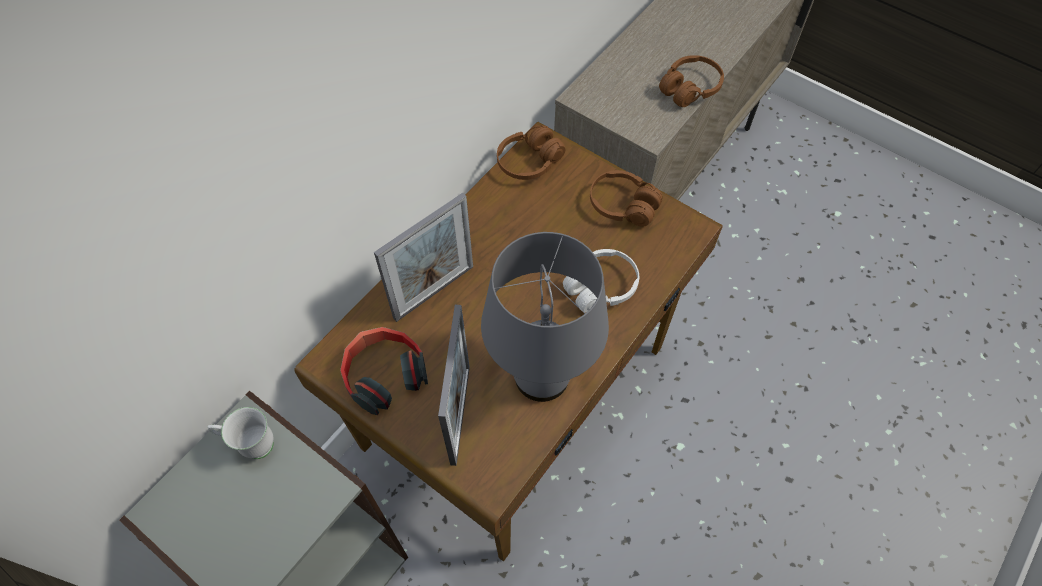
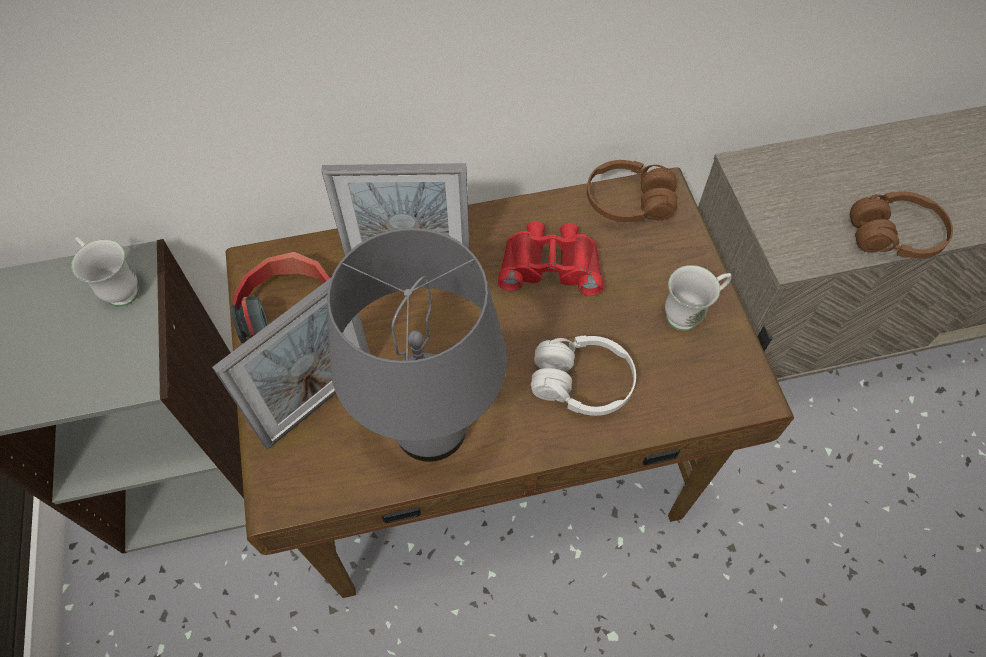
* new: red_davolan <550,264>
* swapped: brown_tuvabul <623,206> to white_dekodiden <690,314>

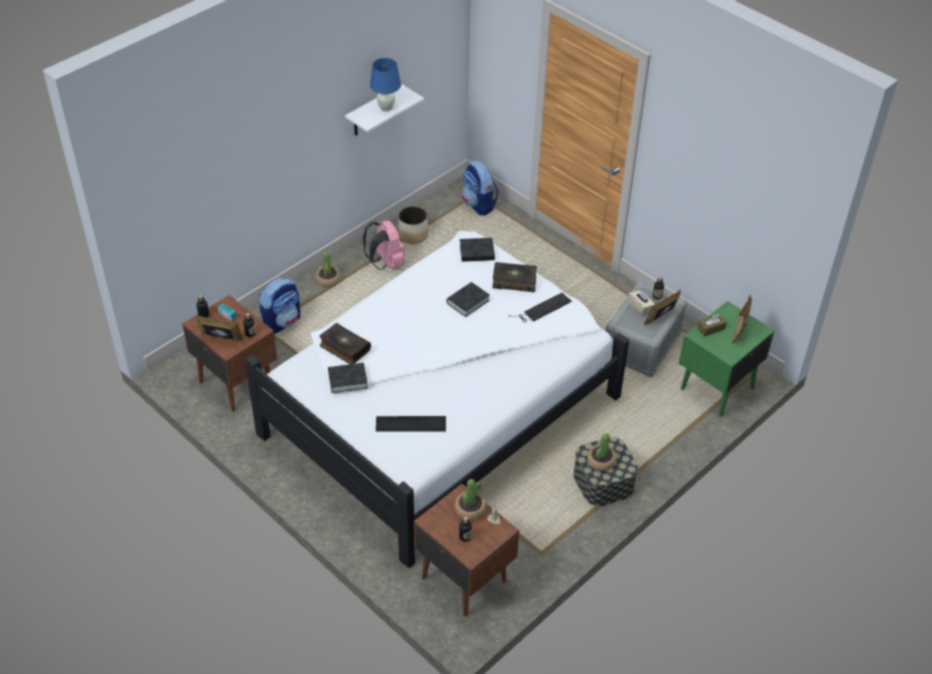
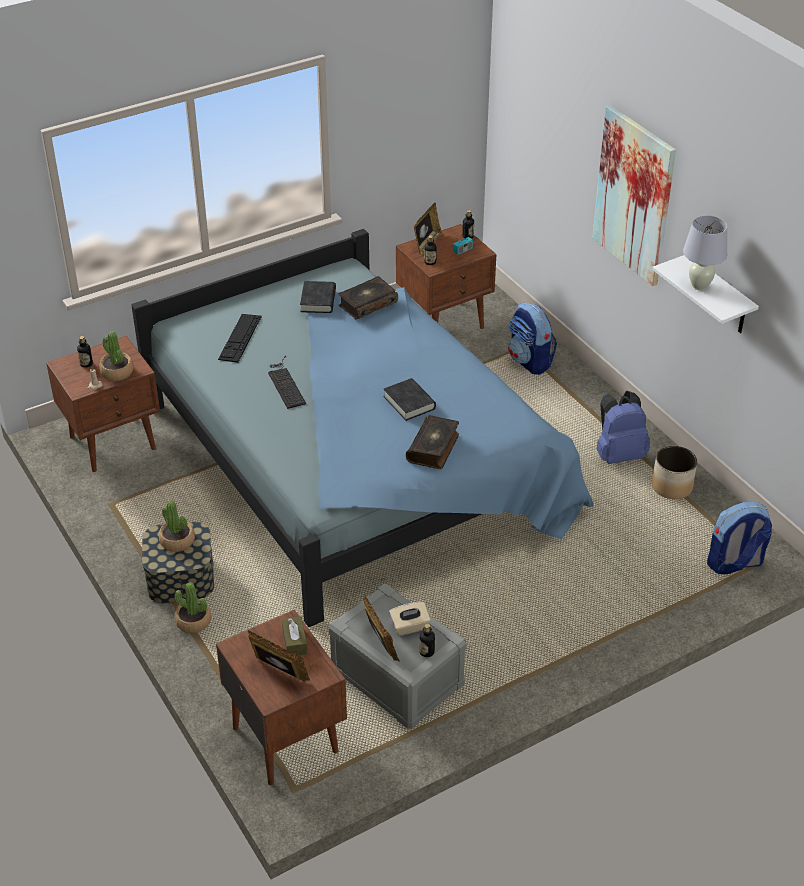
* repainted: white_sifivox <439,405> to blue_sifivox <357,463>
* shifted: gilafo <328,280> to <193,621>
* repainted: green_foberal <716,388> to brown_foberal <285,738>
* shifted: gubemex <542,309> to <285,383>
* new: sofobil <634,195>
* repainted: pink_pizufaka <386,263> to blue_pizufaka <618,454>
* repainted: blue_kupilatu <386,108> to white_kupilatu <699,285>
* gone: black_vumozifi <477,253>

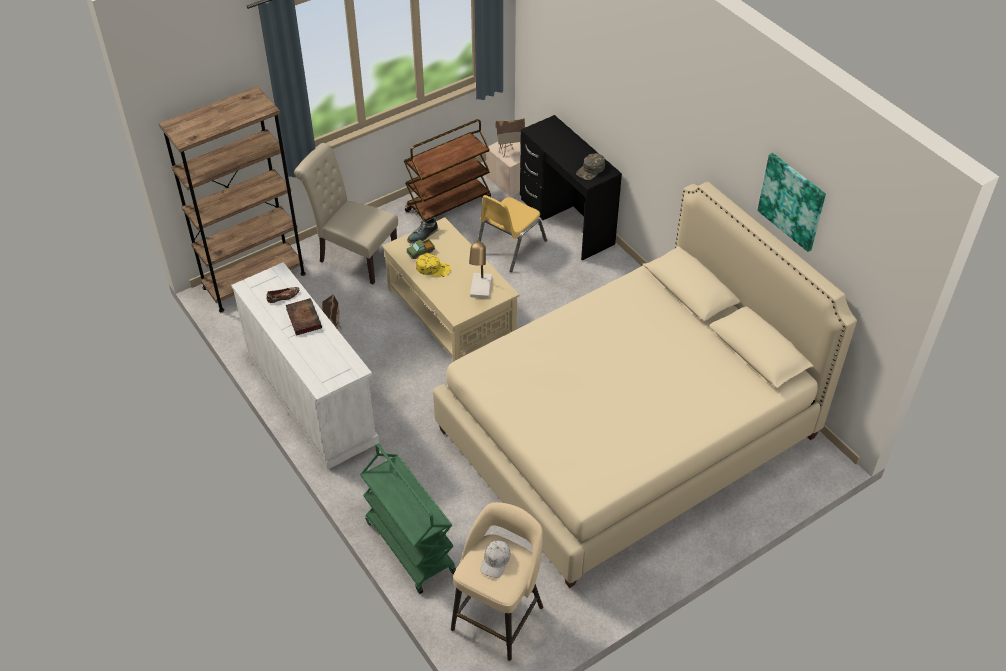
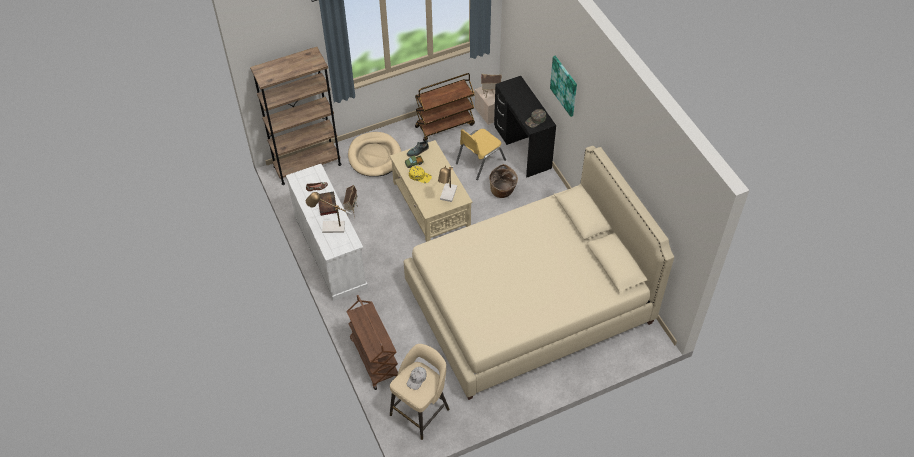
* new: kupilatu <330,228>
* repainted: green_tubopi <409,546> to brown_tubopi <374,358>
* swapped: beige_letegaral <353,257> to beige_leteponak <375,156>
* new: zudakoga <502,191>
* shifted: sofobil <792,201> to <564,85>

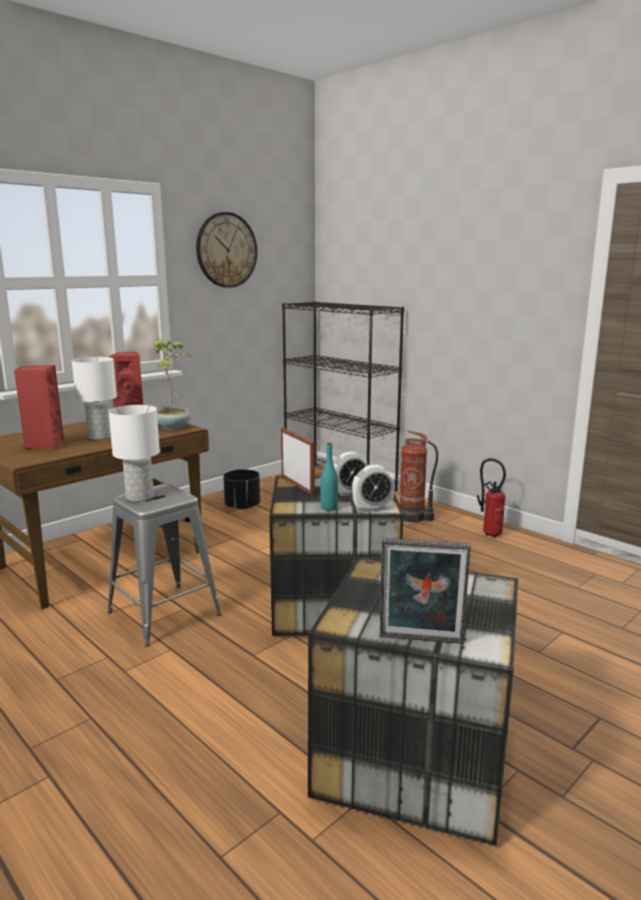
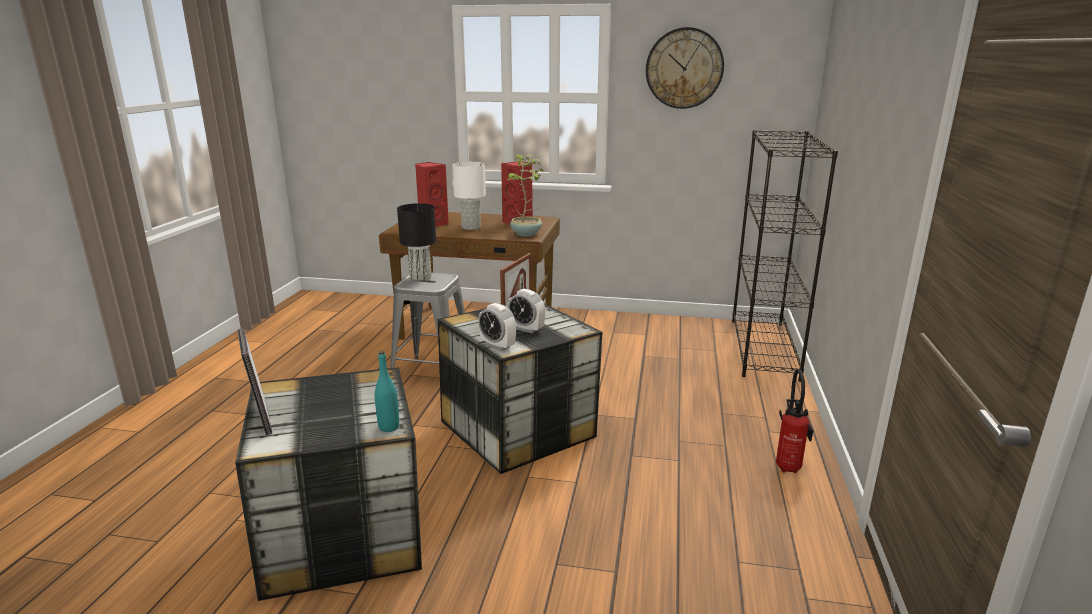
* shifted: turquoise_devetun <329,508> to <389,427>
* repainted: white_kupilatu <139,497> to black_kupilatu <420,277>
* gone: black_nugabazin <243,507>
* gone: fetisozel <413,517>

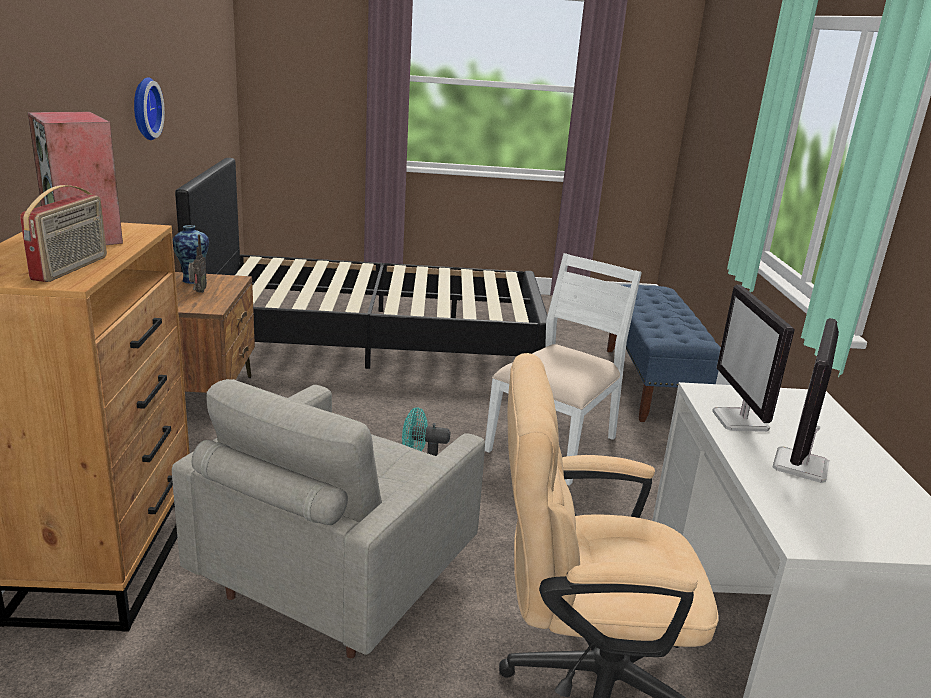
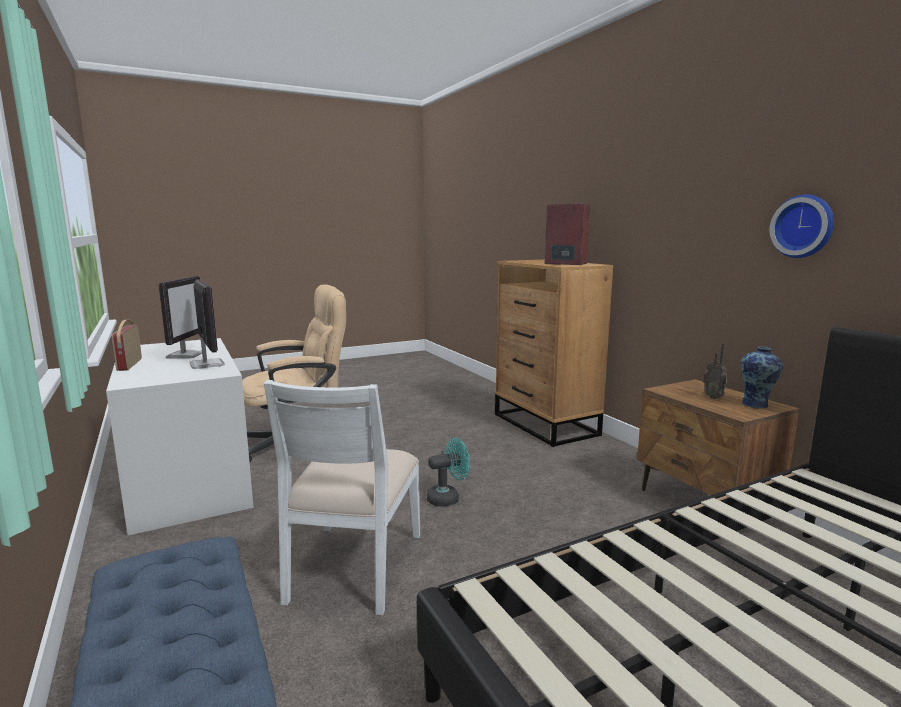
* shifted: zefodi <71,268> to <129,364>
* gone: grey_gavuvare <333,581>

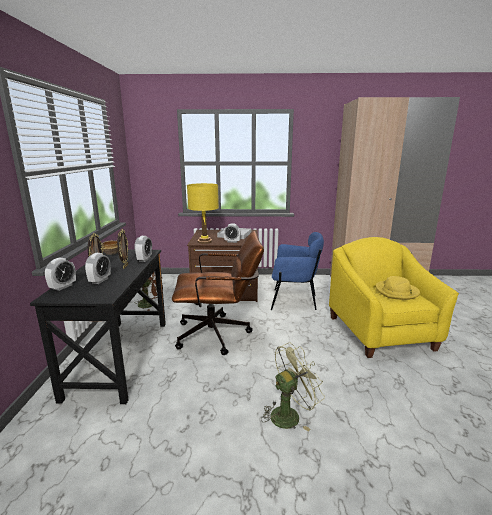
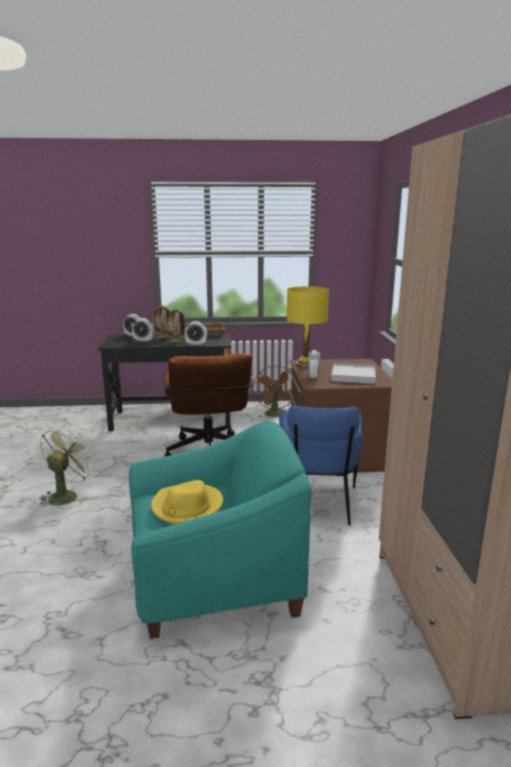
* rotated: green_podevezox <289,414> = <66,495> 120 degrees counterclockwise
* repainted: yellow_gavuvare <381,333> to turquoise_gavuvare <215,582>

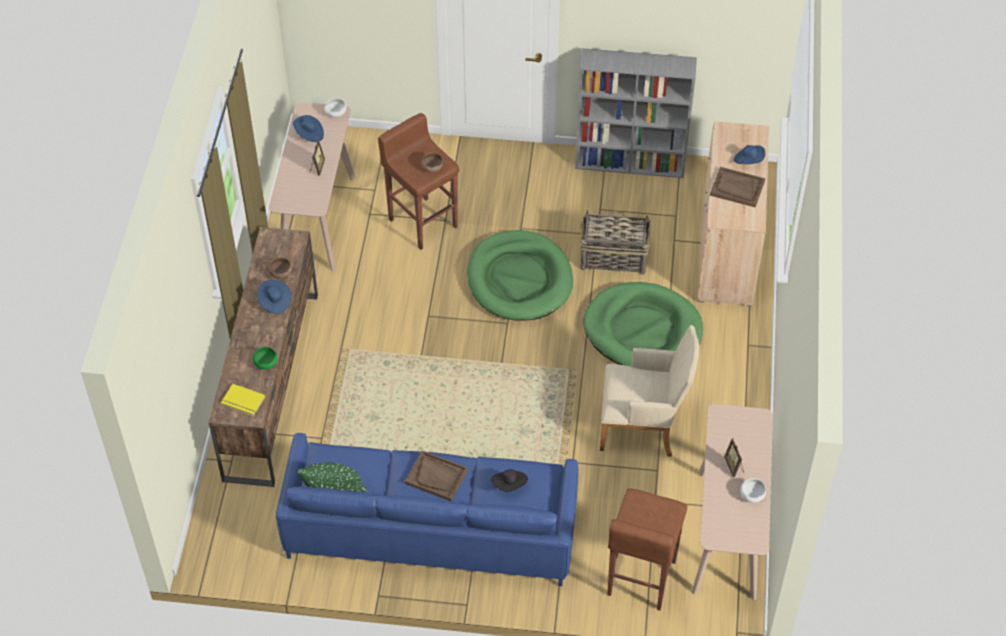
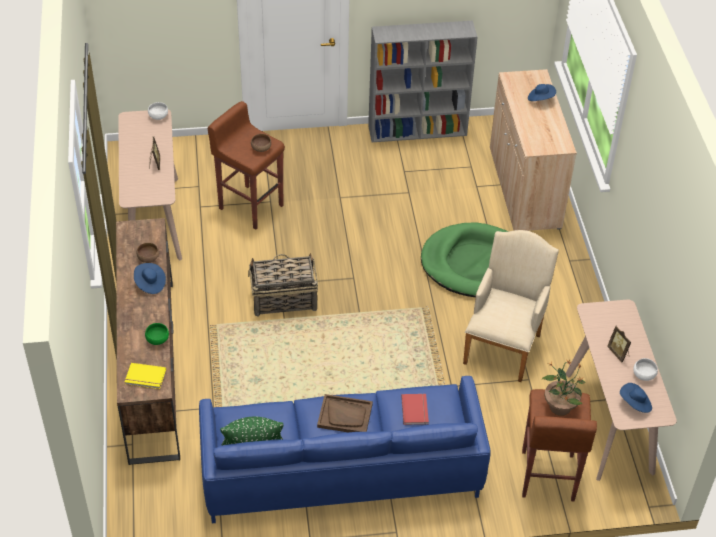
* shifted: zudakoga <612,257> to <283,299>
* swapped: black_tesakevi <510,485> to red_vumozifi <416,410>
* rotated: beige_gavuvare <643,427> = <504,345> 60 degrees counterclockwise
* new: gilafo <560,406>
* shifted: blue_tesakevi <309,134> to <635,404>
* gone: green_leteponak <519,279>
* gone: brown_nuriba <737,188>

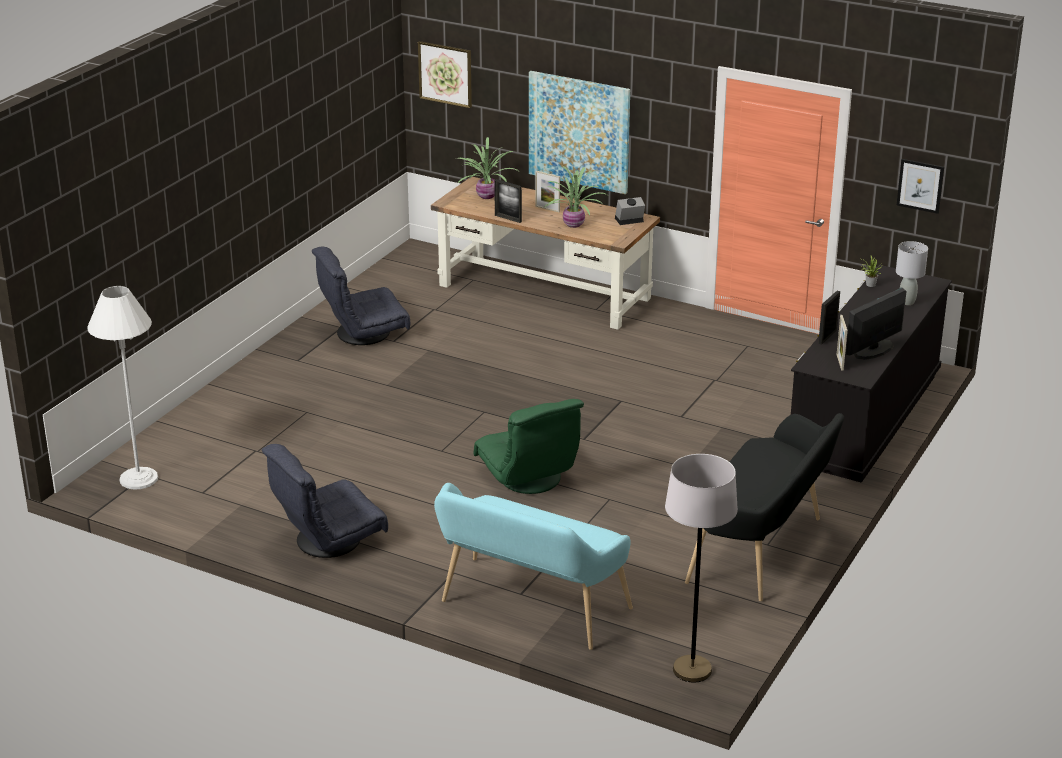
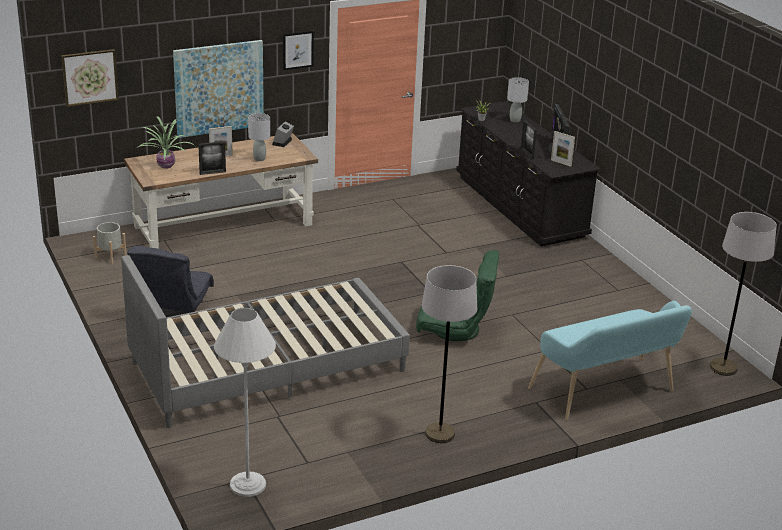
* new: grey_nugabazin <110,256>
* new: grey_sifivox <268,367>
* swapped: gilafo <573,225> to grey_kupilatu <259,159>
* shifted: sofobil <920,185> to <297,50>
* swapped: grey_gavuvare <328,540> to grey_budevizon <440,434>
* gone: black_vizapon <762,551>

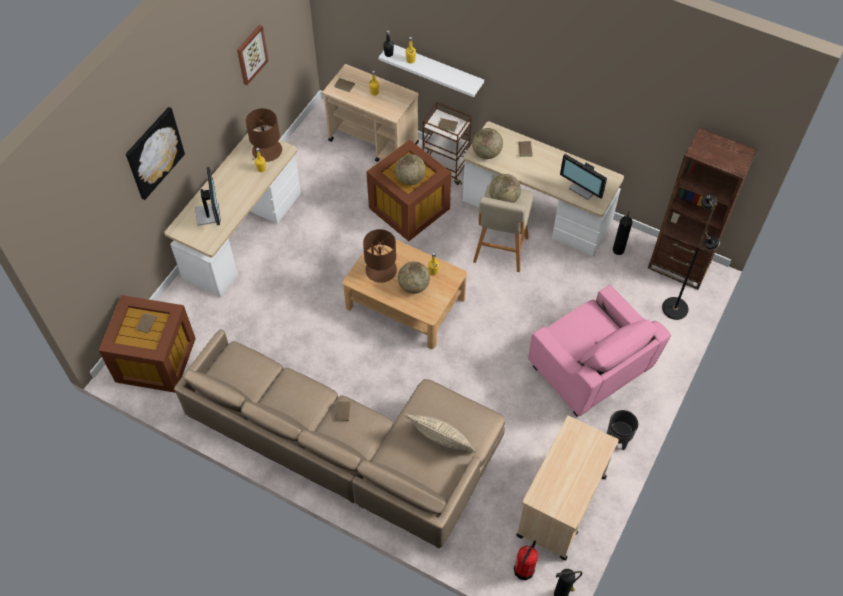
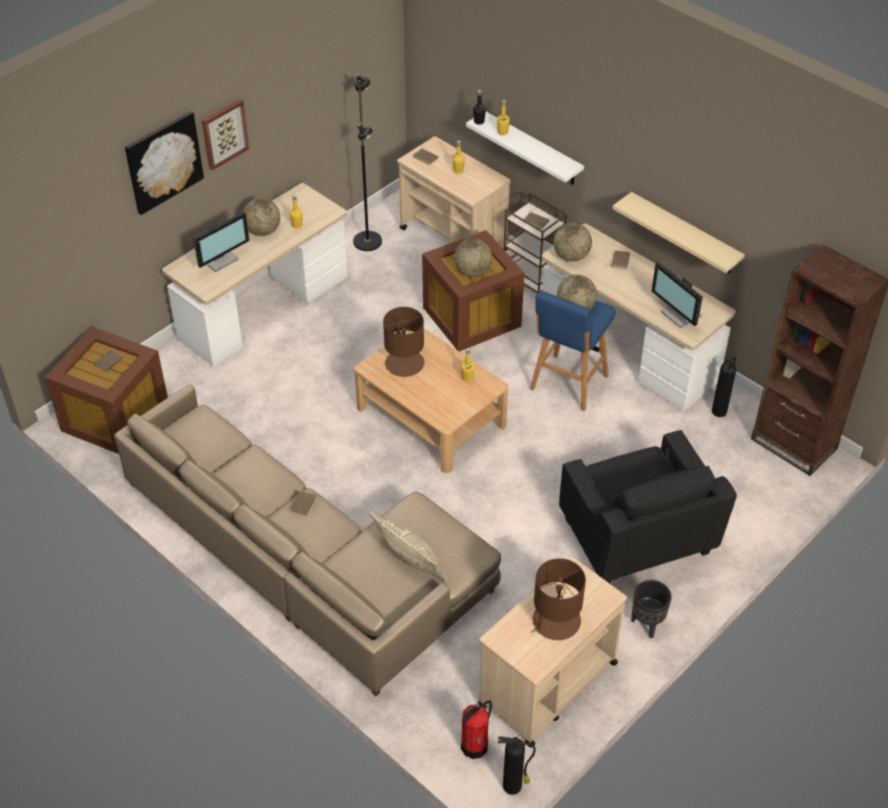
* rotated: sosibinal <209,214> = <220,259> 45 degrees clockwise
* shifted: sofobil <251,54> to <224,133>
* shifted: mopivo <413,286> to <263,231>
* shifted: black_budevizon <675,308> to <368,241>
* repainted: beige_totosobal <500,251> to blue_totosobal <567,384>
* shifted: brown_kupilatu <266,151> to <555,621>
* repainted: pink_gavuvare <589,370> to black_gavuvare <636,537>
* new: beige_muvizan <684,234>

